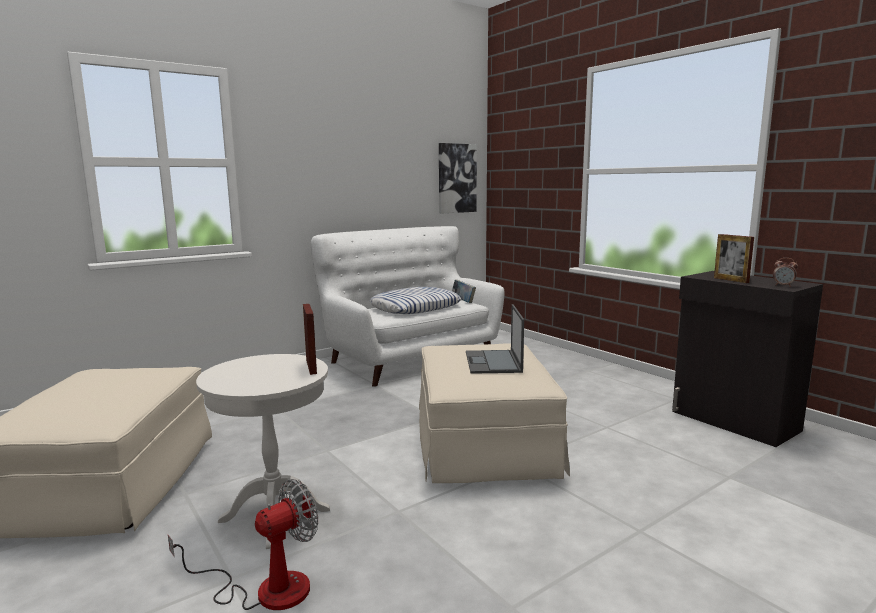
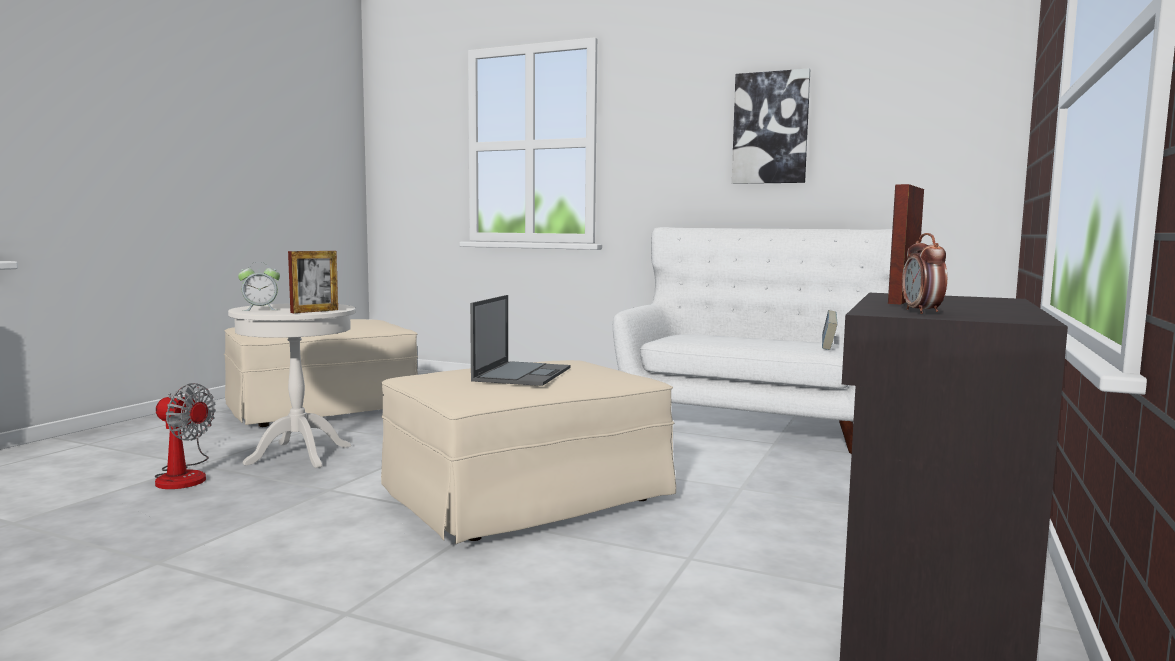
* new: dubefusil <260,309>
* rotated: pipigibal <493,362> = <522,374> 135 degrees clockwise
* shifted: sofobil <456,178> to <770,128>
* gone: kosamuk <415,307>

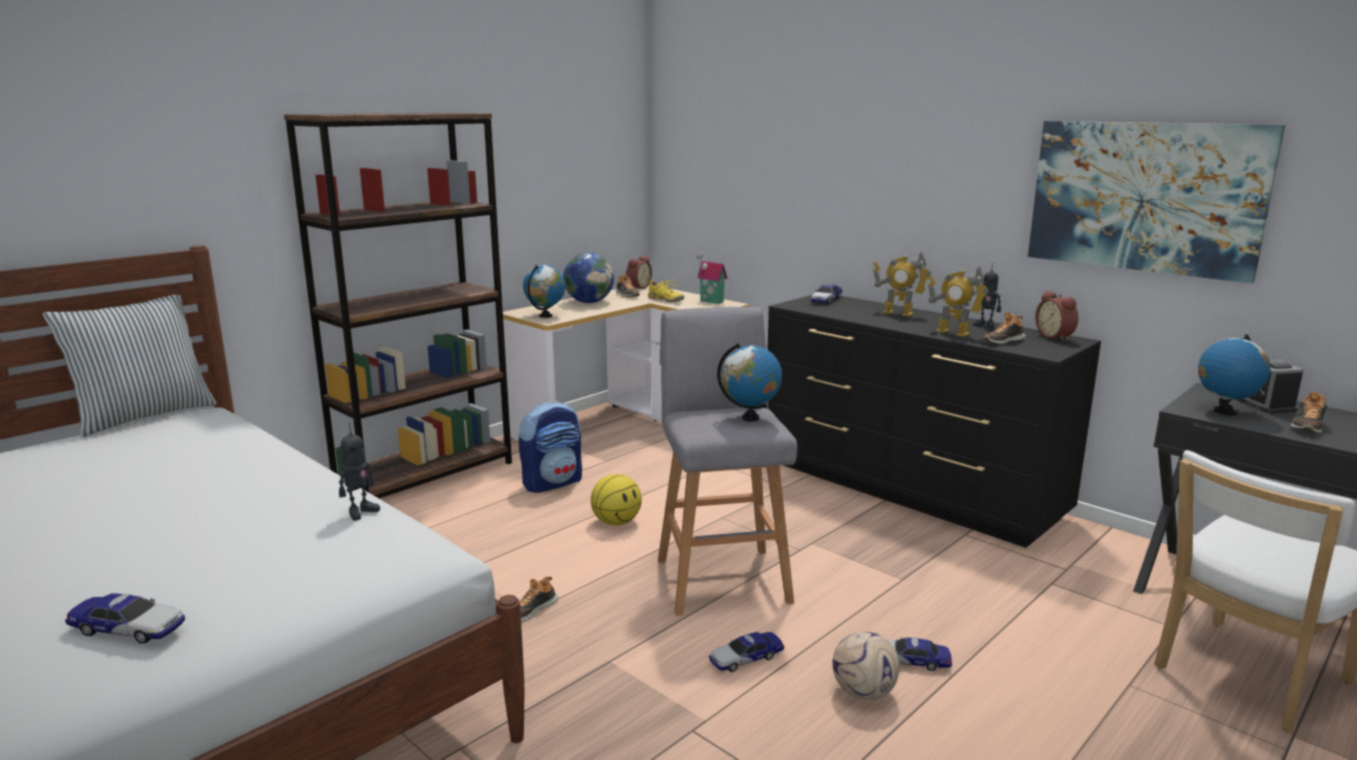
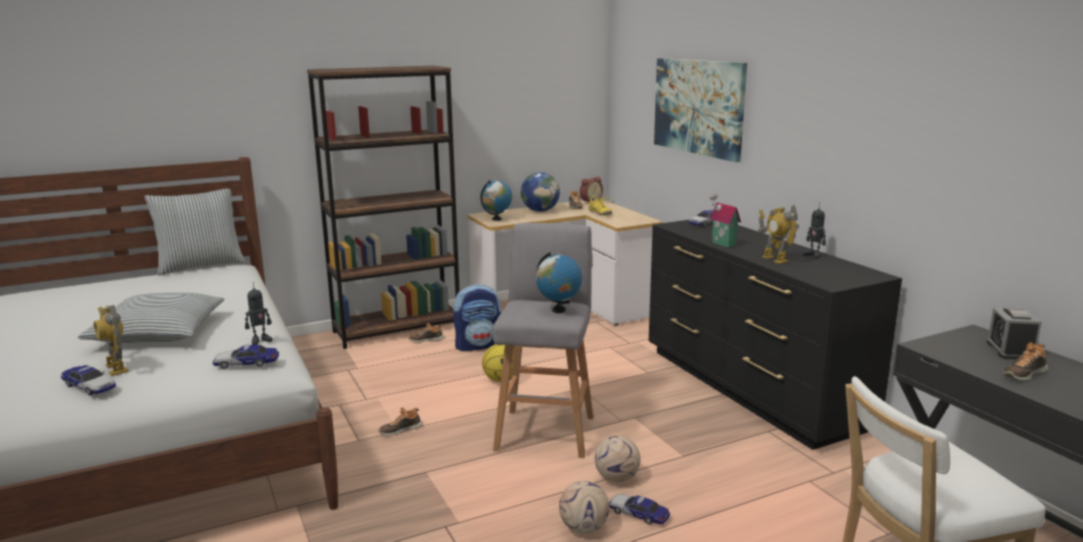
* new: kosamuk <159,332>
* shifted: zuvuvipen <898,313> to <116,368>
* shifted: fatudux <746,658> to <246,363>
* shifted: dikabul <1002,341> to <426,340>
* new: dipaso <617,478>
* shifted: sofobil <1145,197> to <698,107>
* shifted: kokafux <710,302> to <722,244>
* gone: dubefusil <1056,336>
* gone: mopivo <1224,412>

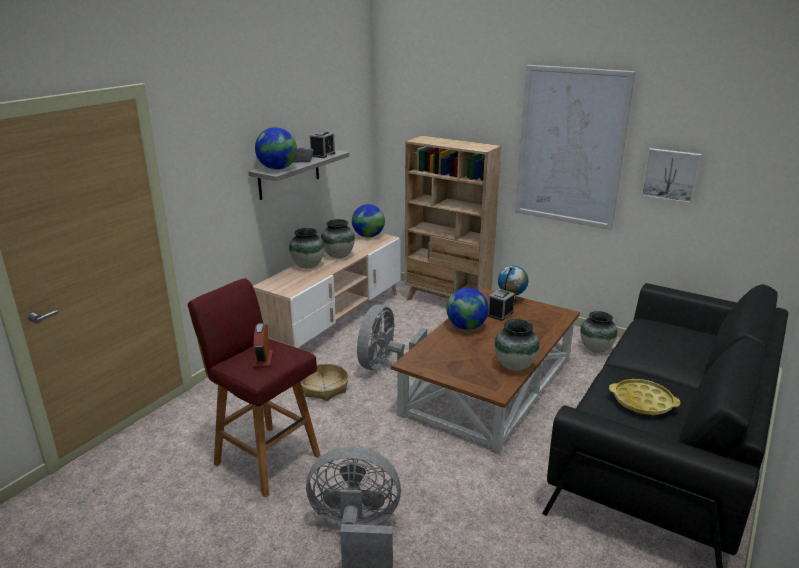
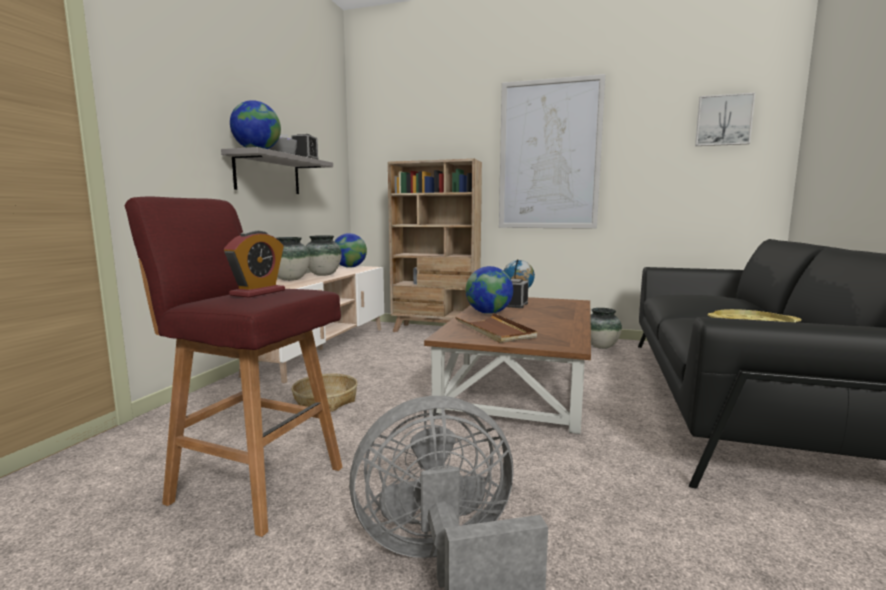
* rotated: dubefusil <263,360> = <258,293> 135 degrees counterclockwise
* new: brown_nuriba <495,331>
* shifted: sofobil <671,174> to <723,120>
* gone: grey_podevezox <385,366>
* gone: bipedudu <514,366>

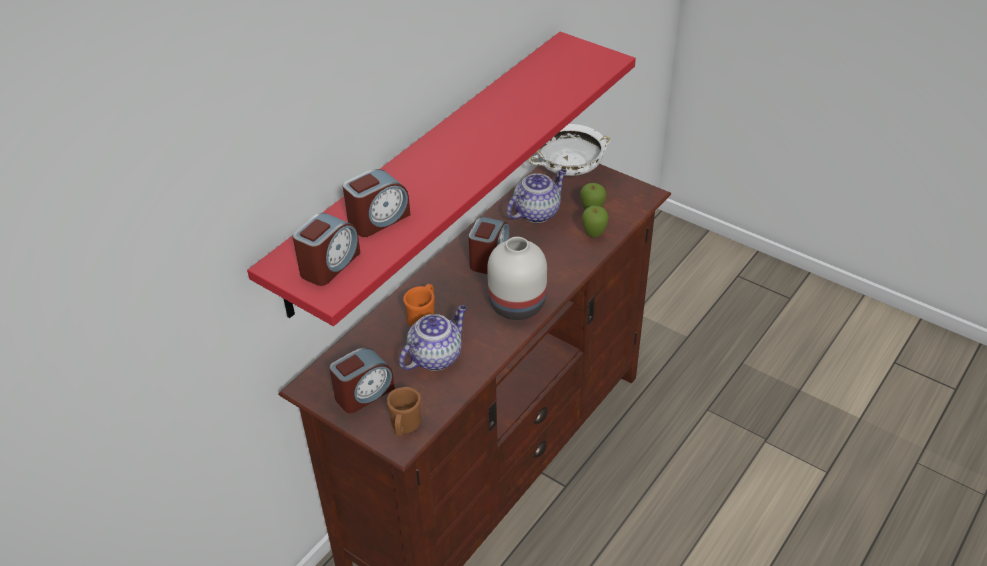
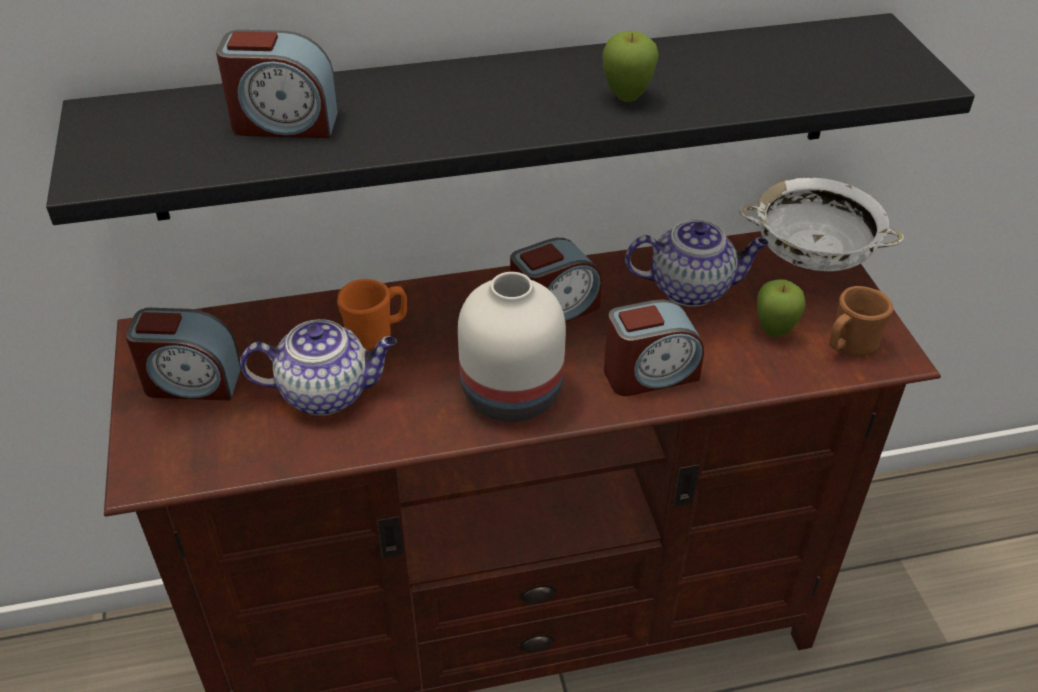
* repainted: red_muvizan <427,168> to black_muvizan <503,116>
* shifted: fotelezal <594,235> to <626,99>
* shifted: dubefusil <329,264> to <650,373>
* shifted: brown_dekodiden <405,427> to <848,347>

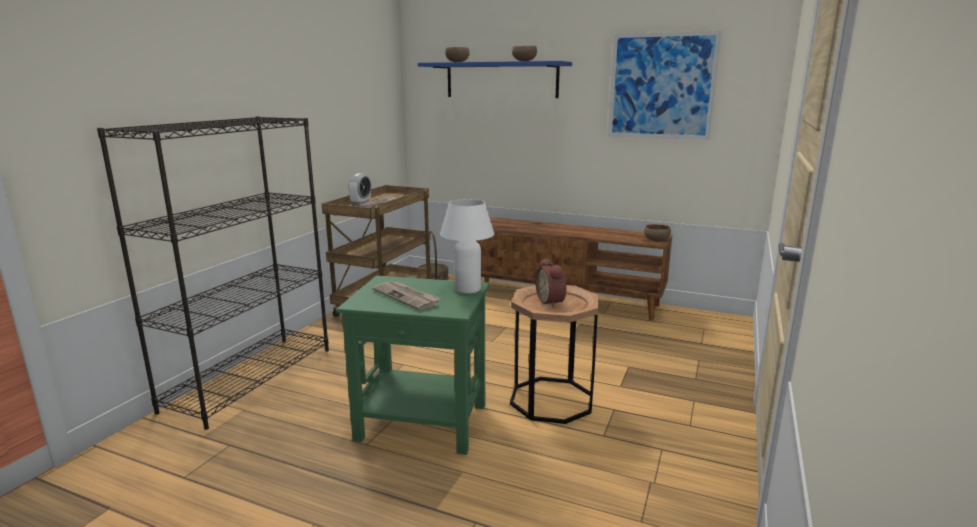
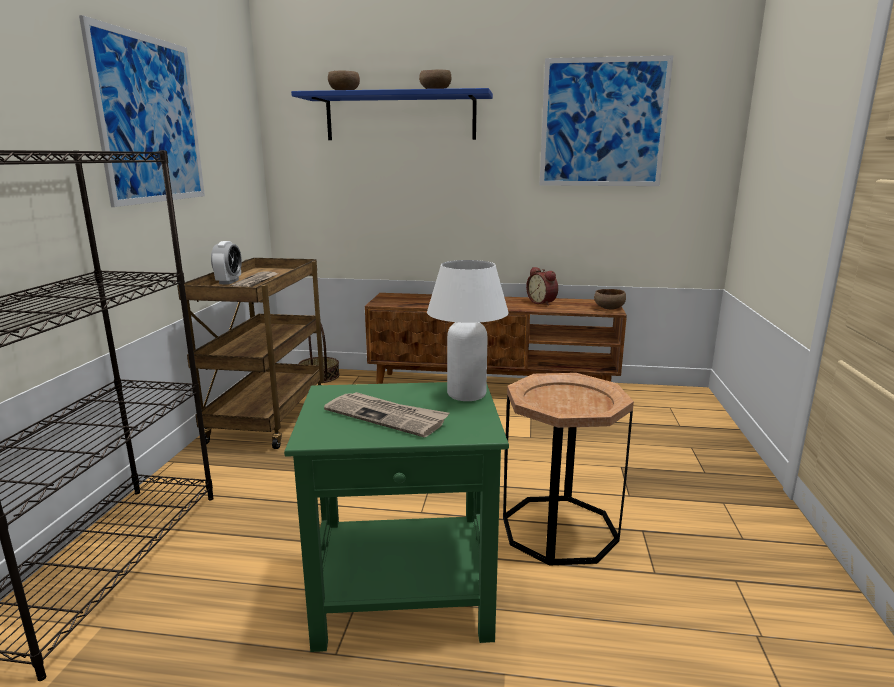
* new: sofobil <150,120>
* shifted: dubefusil <552,301> to <542,302>

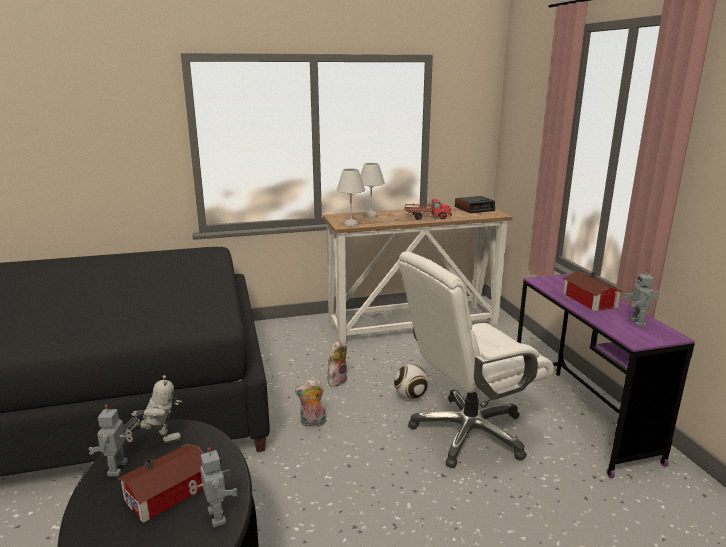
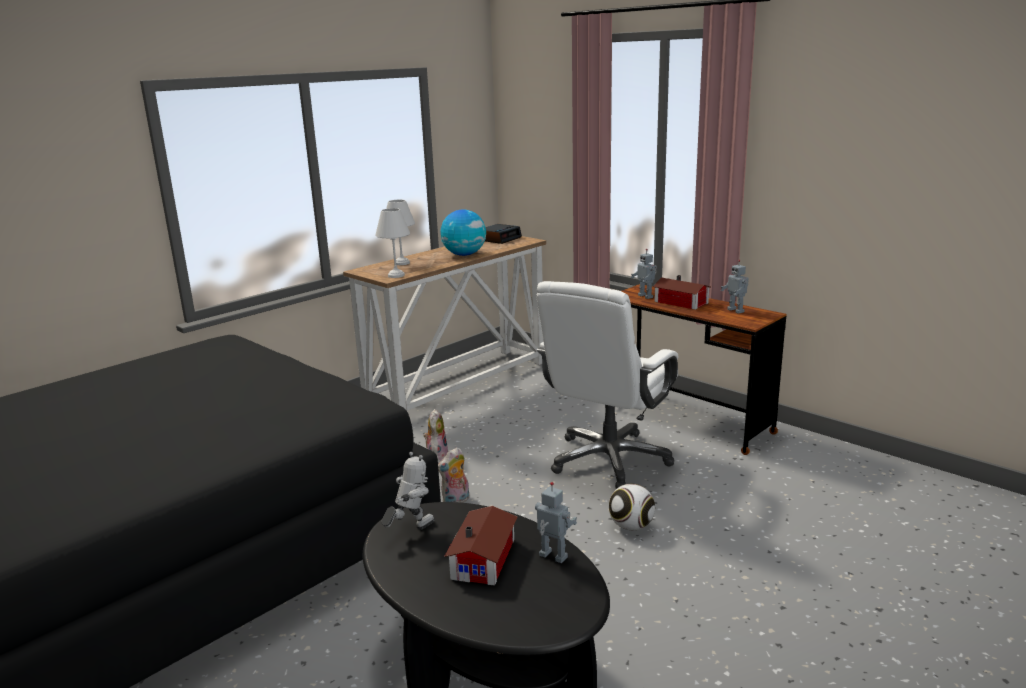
* swapped: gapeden <426,217> to mopivo <464,255>
* repainted: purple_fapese <580,418> to brown_fapese <687,420>
* shifted: dipaso <410,396> to <631,526>
* shifted: zuvuvipen <119,468> to <646,296>

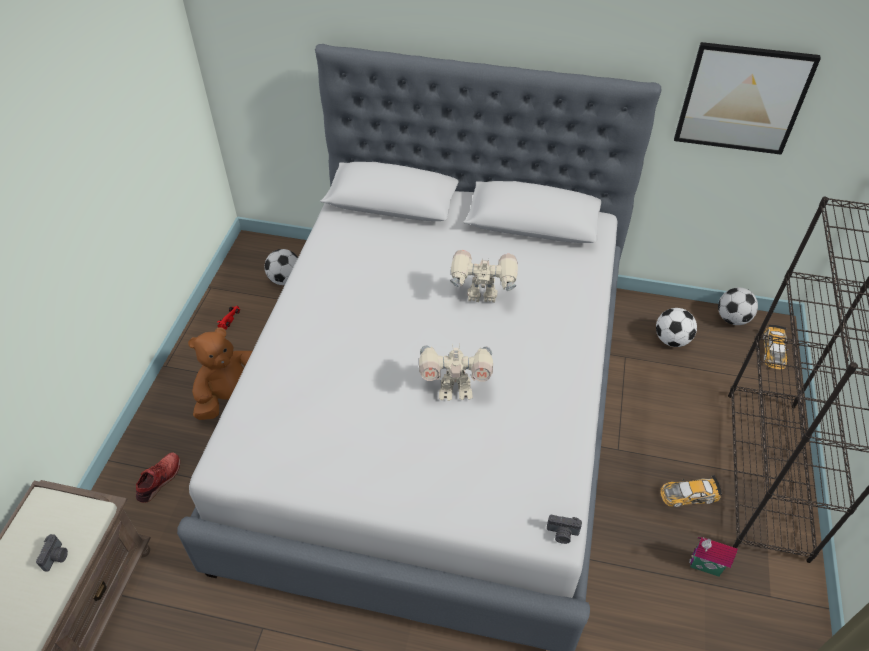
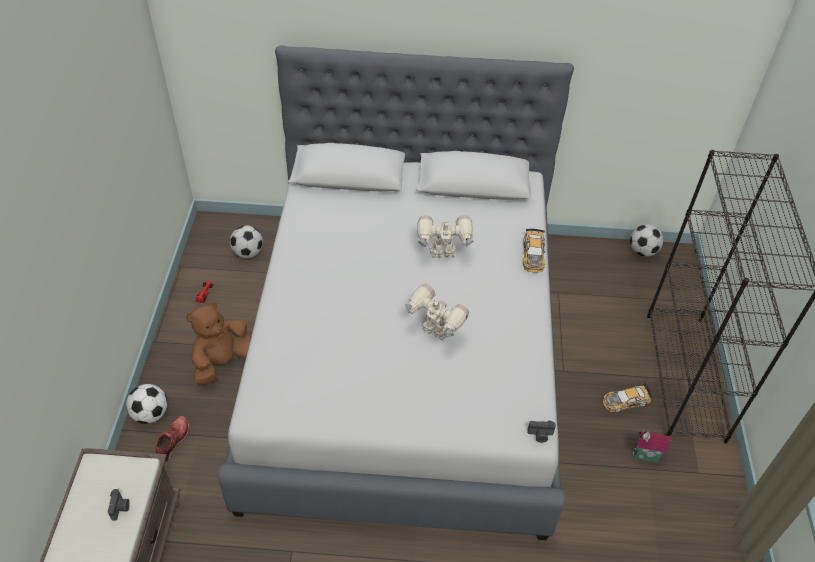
* shifted: dipaso <671,340> to <151,414>
* rotated: zuvuvipen <455,390> = <435,333> 135 degrees counterclockwise
* shifted: fatudux <774,351> to <533,254>
* gone: sofobil <742,99>

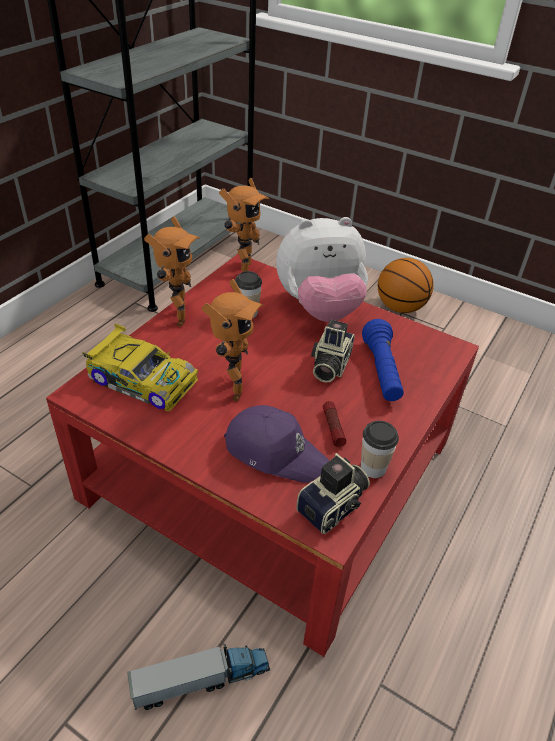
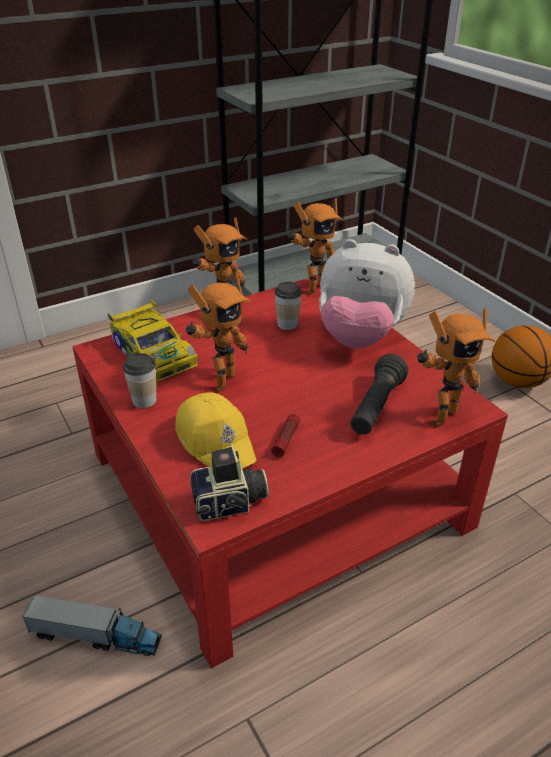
* shifted: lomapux <373,467> to <144,400>
* repainted: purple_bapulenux <274,451> to yellow_bapulenux <216,441>
* repainted: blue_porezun <382,371> to black_porezun <376,407>
* new: zuvuvipen <439,416>
* gone: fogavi <329,366>

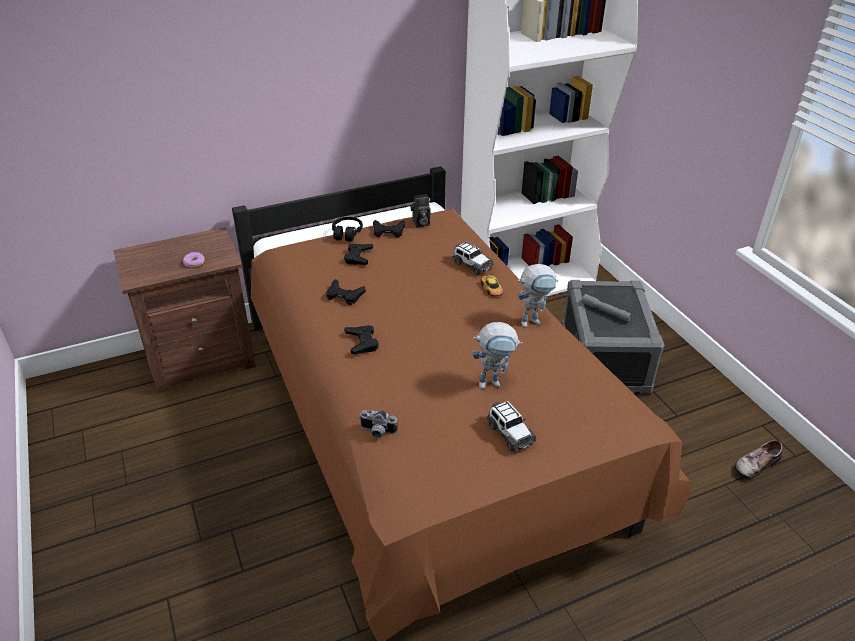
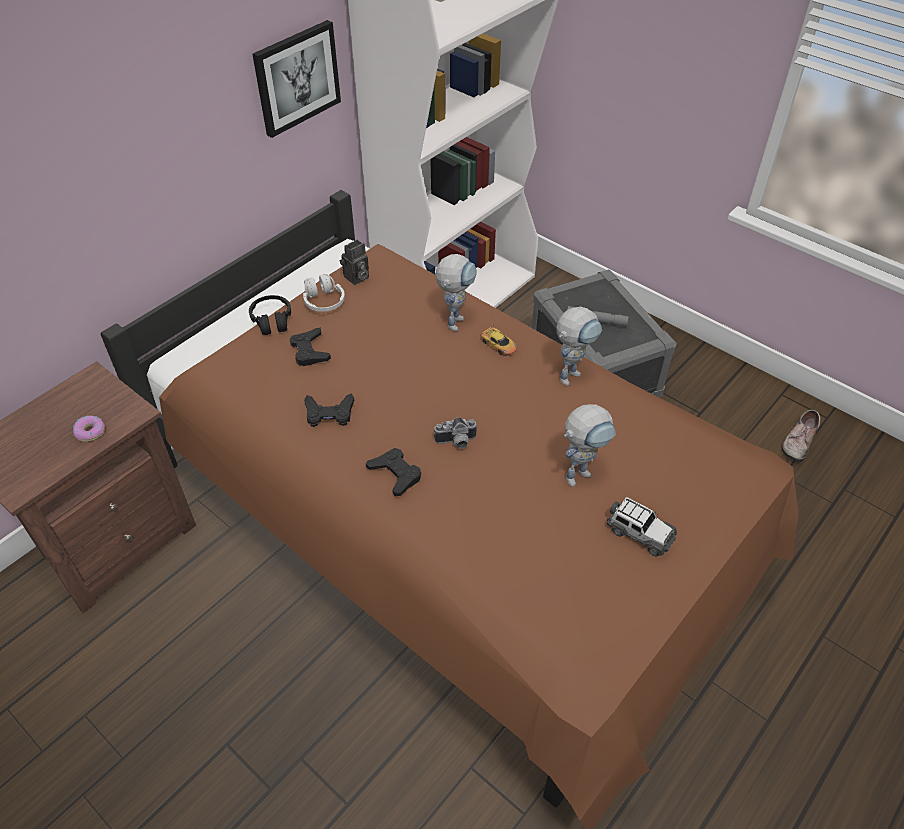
* new: sofobil <296,78>
* swapped: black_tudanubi <388,231> to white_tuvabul <323,301>
* shifted: fogavi <377,432> to <456,442>
* swapped: fatudux <472,265> to zuvuvipen <455,319>

